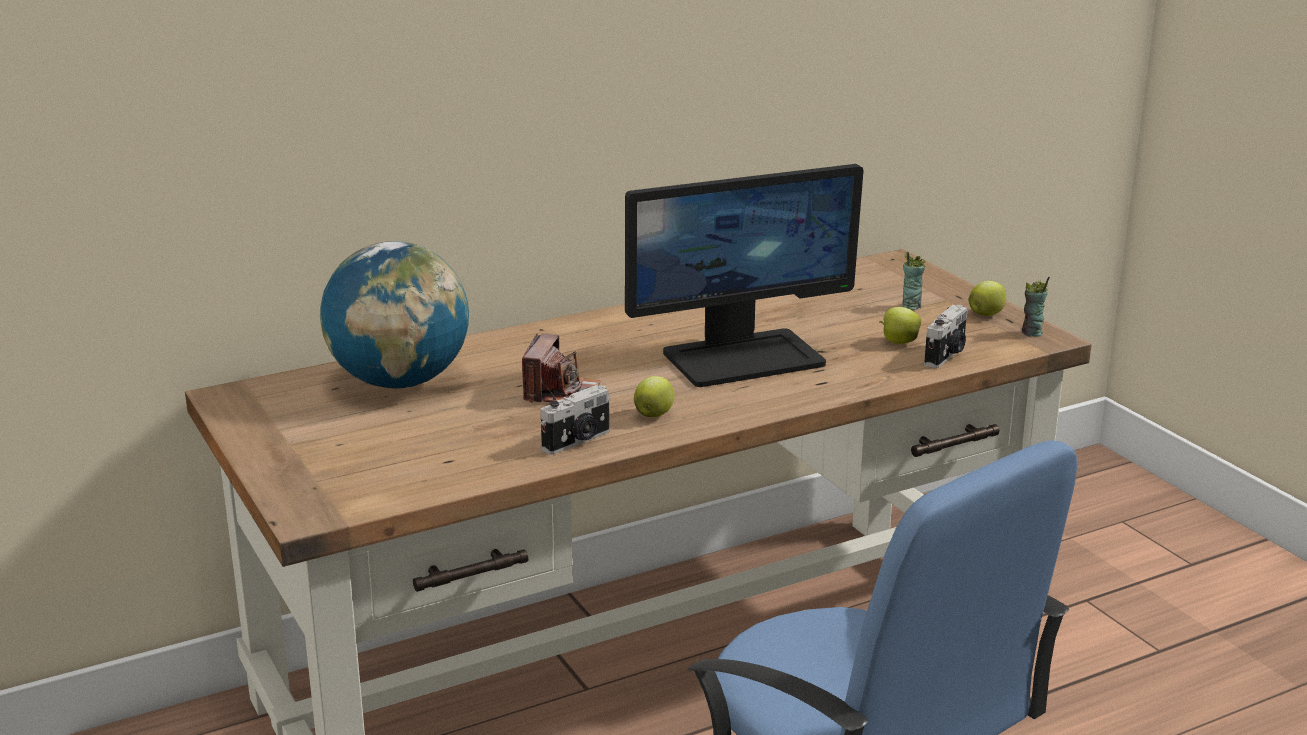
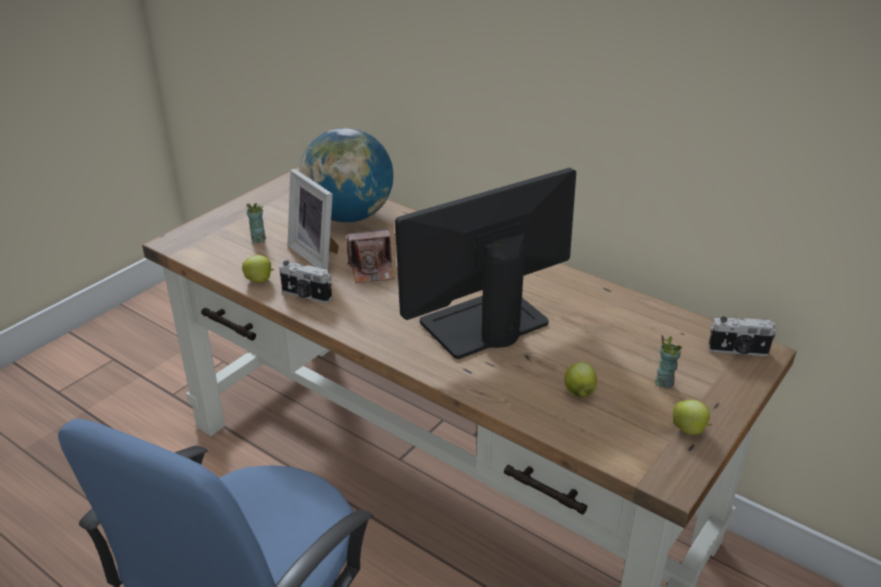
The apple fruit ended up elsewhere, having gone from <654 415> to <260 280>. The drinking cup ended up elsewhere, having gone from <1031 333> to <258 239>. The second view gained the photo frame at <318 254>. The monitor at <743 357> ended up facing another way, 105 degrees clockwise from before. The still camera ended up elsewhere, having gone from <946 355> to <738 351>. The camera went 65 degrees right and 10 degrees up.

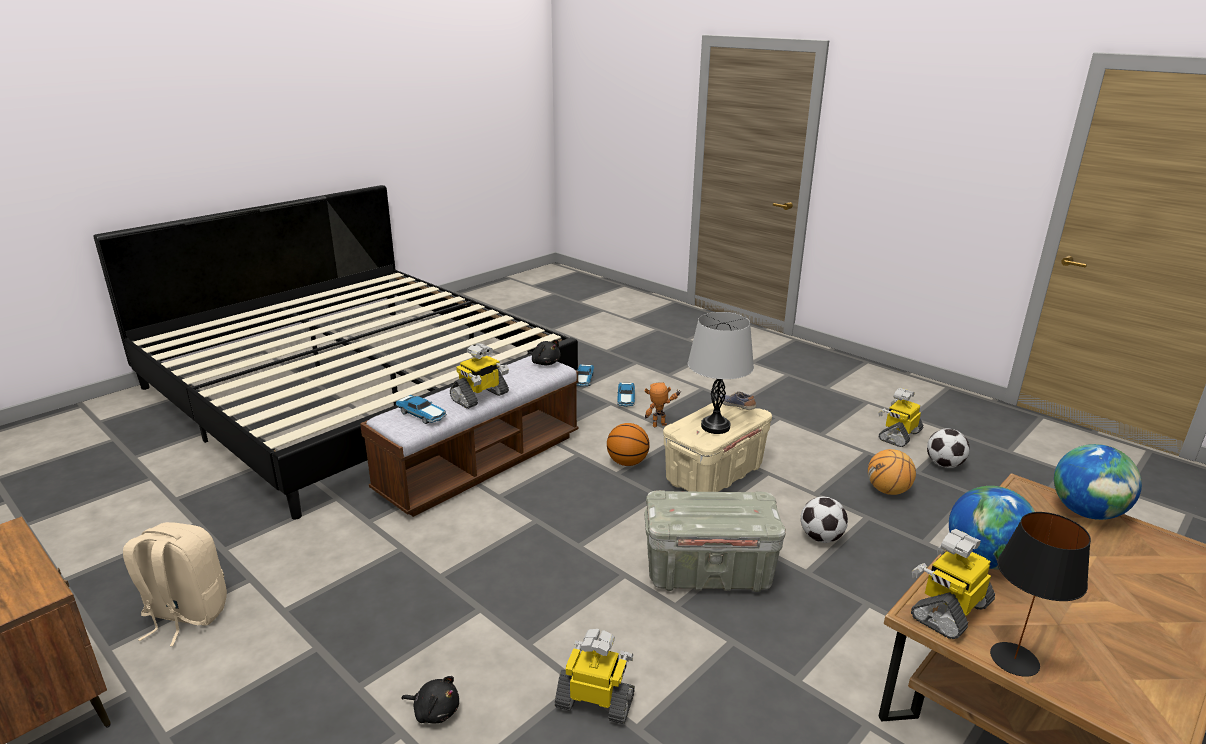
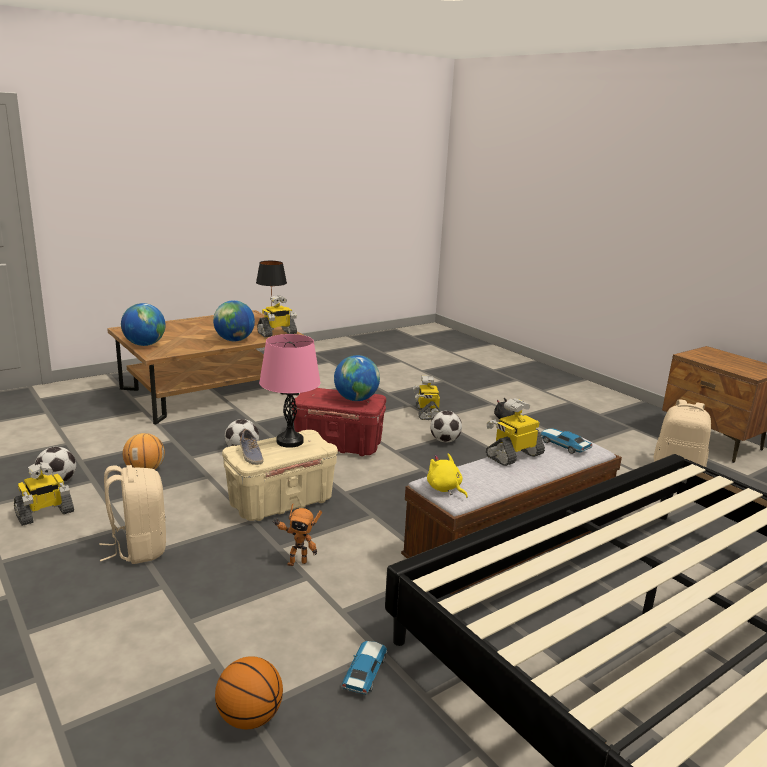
The second view gained the beige knapsack at <138 548>. The ball for basketball ended up elsewhere, having gone from <627 462> to <249 718>. What was the gray tabletop lamp at <715 426> turned into the pink tabletop lamp at <290 441>. What was the gray storage box at <709 572> turned into the reddish storage box at <337 445>. The second view gained the desk globe at <356 399>. The model robot at <596 701> ended up facing another way, 60 degrees clockwise from before. What was the black-coloured plush toy at <545 363> turned into the yellow-coloured plush toy at <445 489>. The second view gained the football at <444 440>. The second view lost the model car at <626 399>. The camera went 170 degrees left and 5 degrees down.

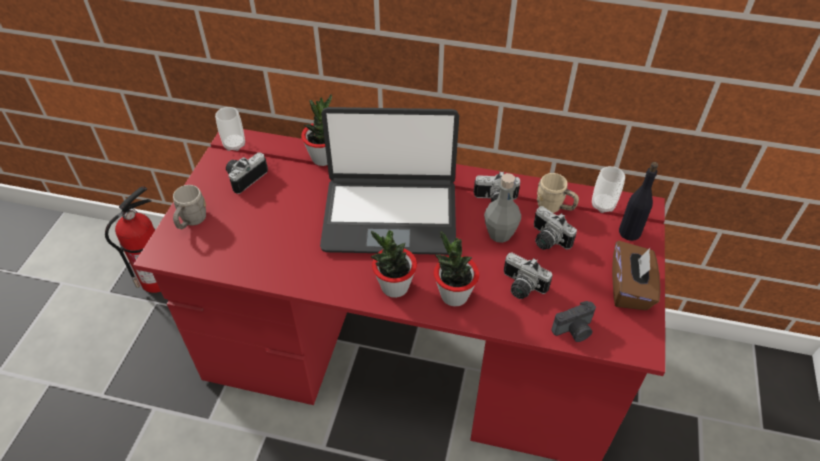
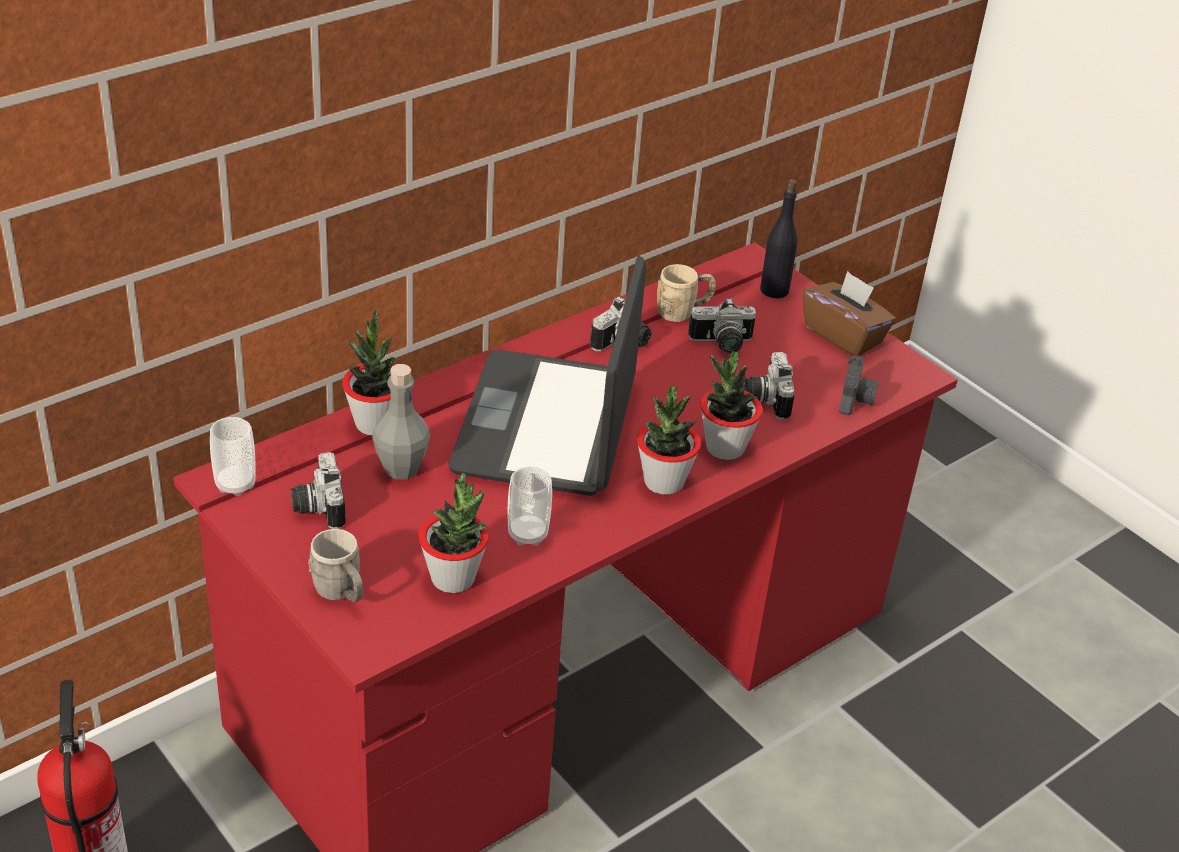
The gray beverage bottle ended up elsewhere, having gone from <500 234> to <401 468>. The second view gained the plant in a pot at <453 578>. The portable computer at <390 215> ended up facing another way, 150 degrees clockwise from before. The drinking cup ended up elsewhere, having gone from <603 205> to <527 534>. The still camera at <521 287> ended up facing another way, 105 degrees clockwise from before. The camera went 55 degrees left and 10 degrees down.

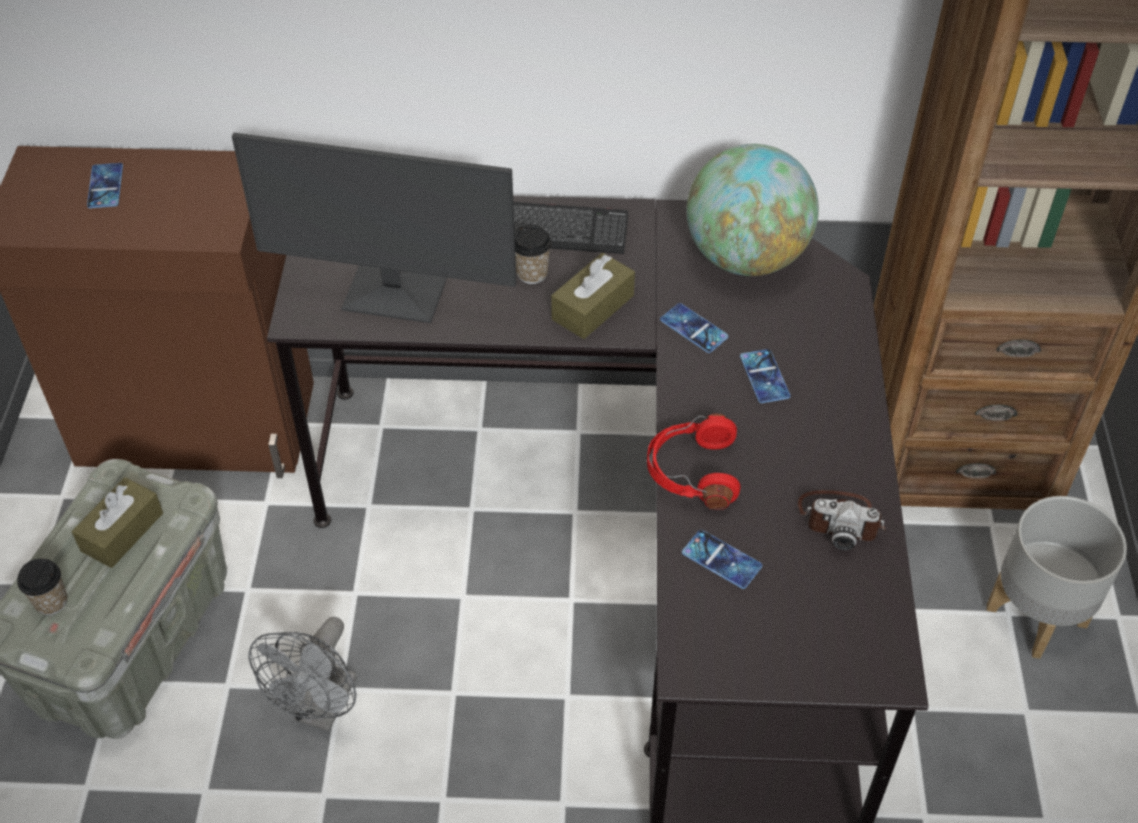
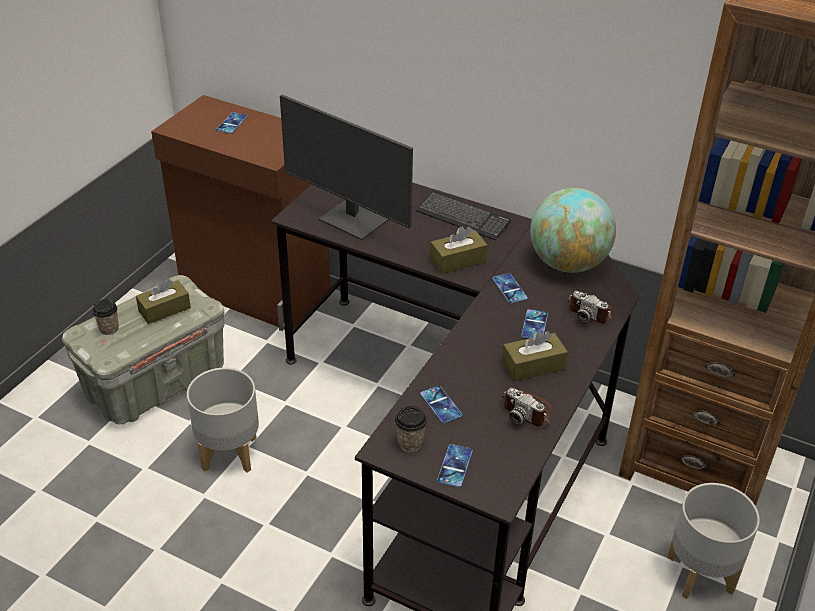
Where the gray fan stood at <322 709>, the gray planter came to stand at <230 453>. The drinking cup ended up elsewhere, having gone from <532 273> to <410 443>. The second view gained the handset at <455 466>. The second view gained the brown-coloured tissue box at <533 366>. The second view gained the still camera at <590 311>. The second view lost the reddish headphones at <692 472>. The camera went 25 degrees right and 10 degrees down.

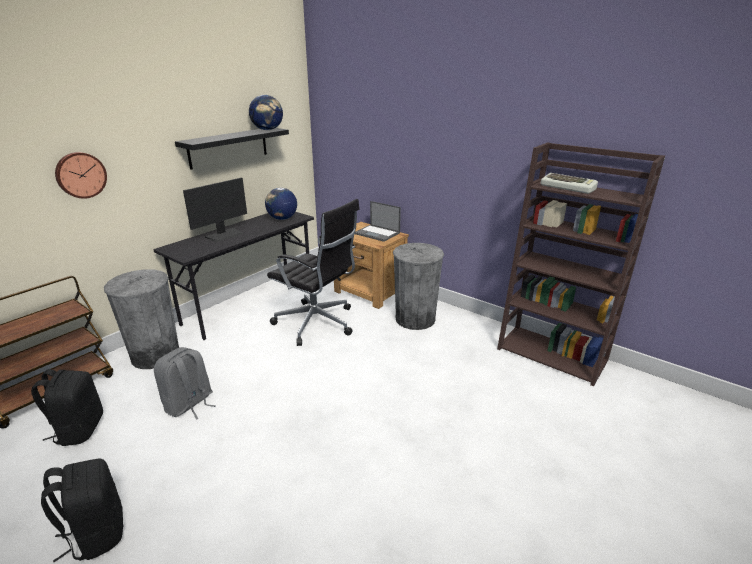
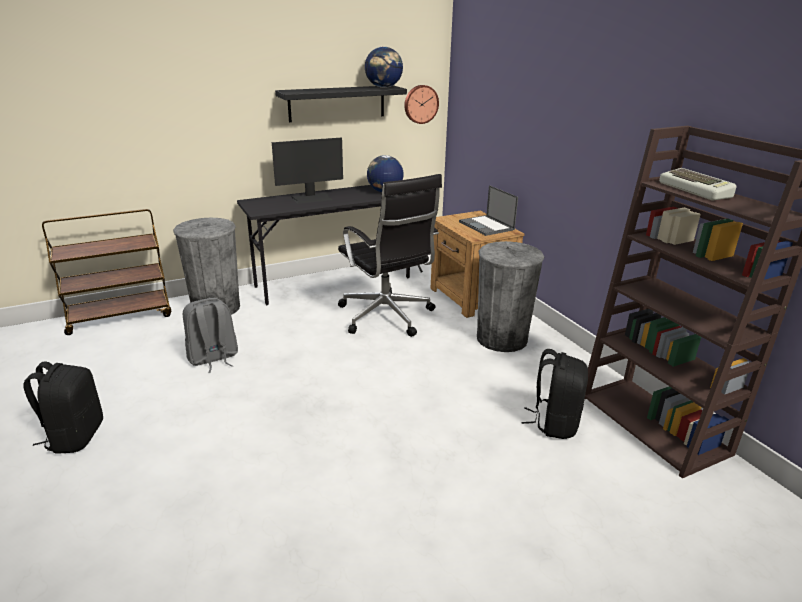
The hanging clock ended up elsewhere, having gone from <80 175> to <420 104>. The black-coloured knapsack ended up elsewhere, having gone from <79 429> to <554 423>. The camera went 25 degrees right and 0 degrees up.

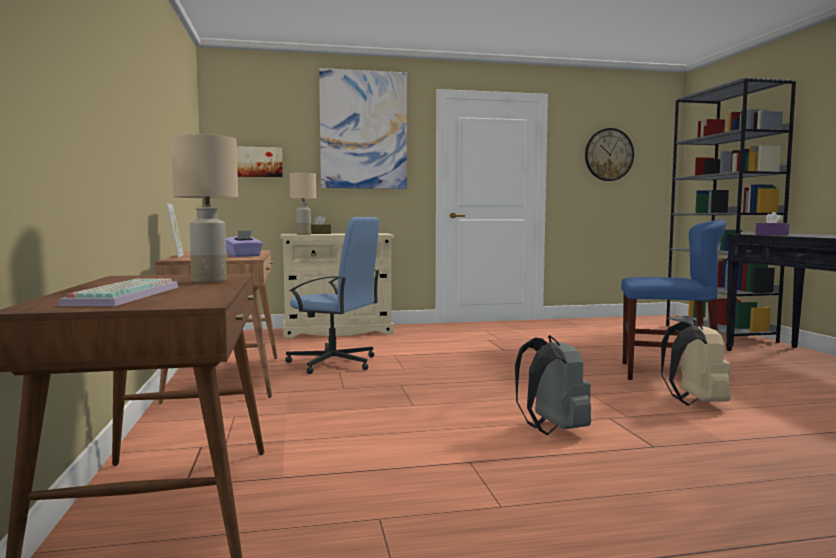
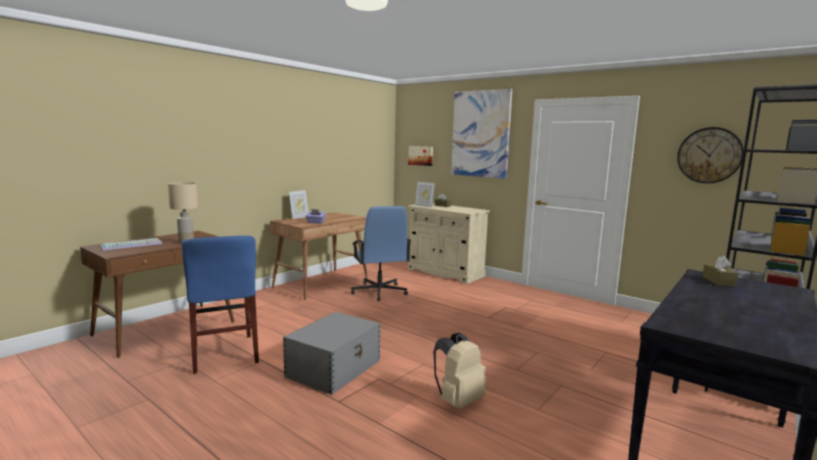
The bluish upright chair ended up elsewhere, having gone from <667 373> to <224 353>. Where the gray knapsack stood at <553 429>, the gray storage box came to stand at <335 368>. Where the beige tabletop lamp stood at <304 234>, the photo frame came to stand at <424 206>. What was the purple-coloured tissue box at <771 234> turned into the brown-coloured tissue box at <718 281>. The camera went 50 degrees right and 5 degrees up.

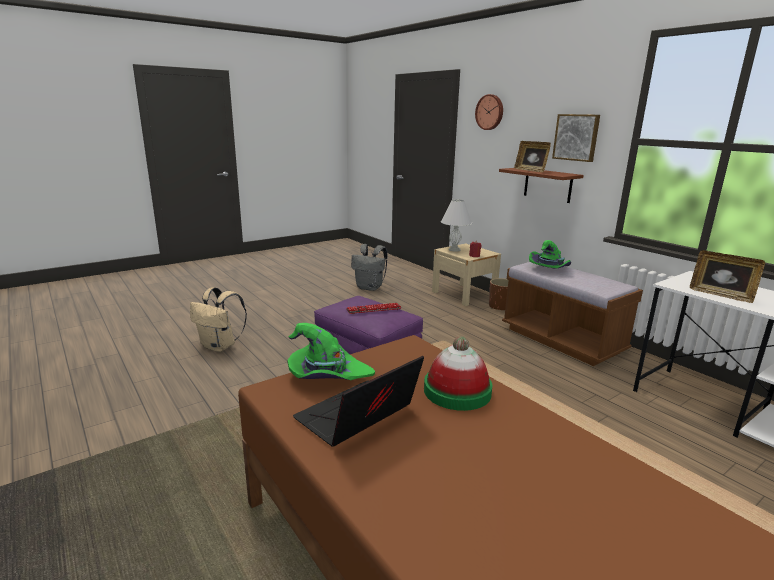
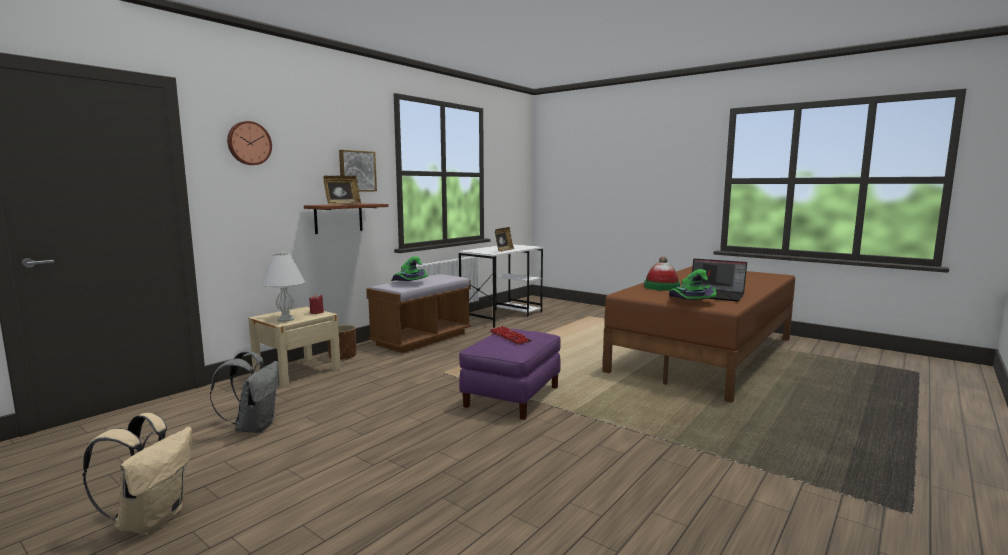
The beige knapsack ended up elsewhere, having gone from <220 346> to <151 520>. The camera went 105 degrees left and 10 degrees down.

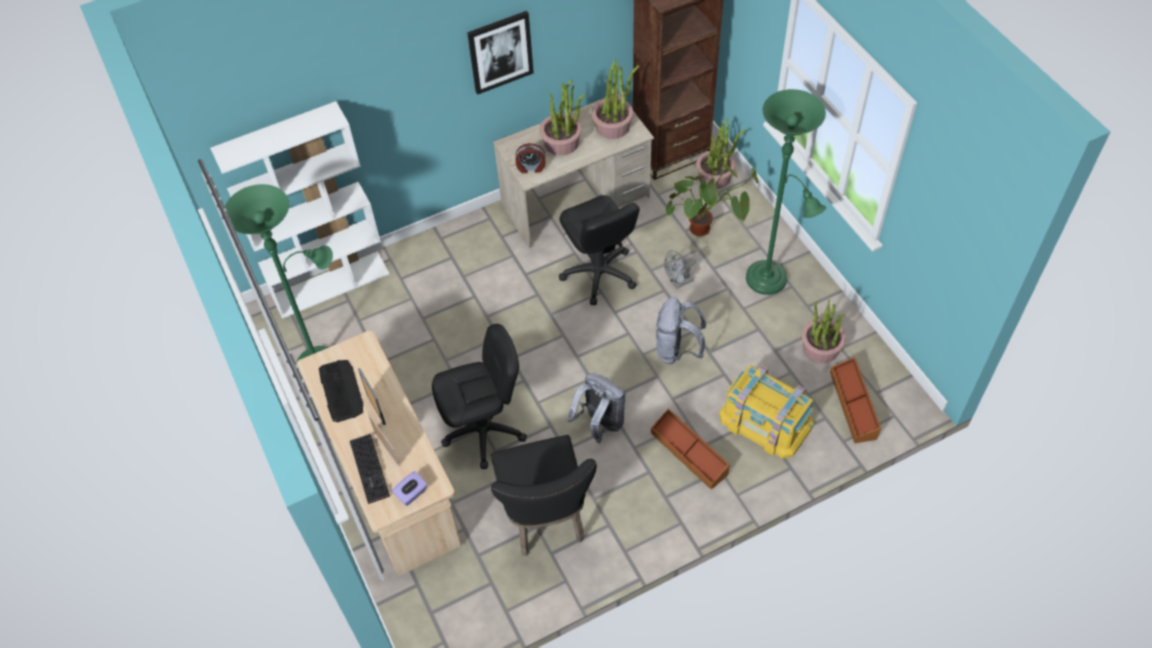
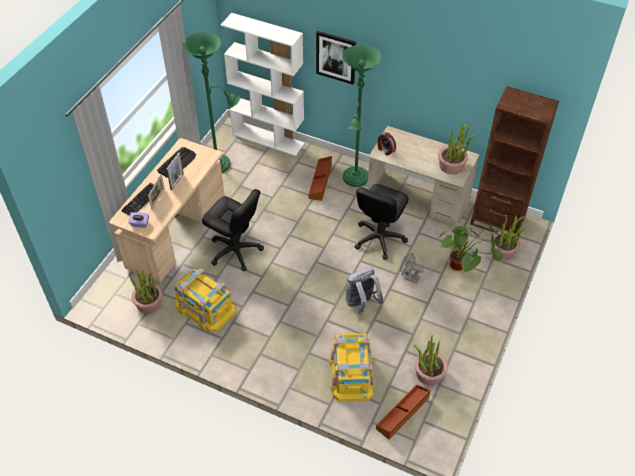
The plant in a pot ended up elsewhere, having gone from <562 142> to <149 303>. Where the black-coloured upright chair stood at <545 517>, the yellow-coloured storage box came to stand at <205 307>. The brown-coloured storage box ended up elsewhere, having gone from <689 453> to <321 181>. The wall picture ended up elsewhere, having gone from <500 52> to <336 57>. The green standing lamp ended up elsewhere, having gone from <770 281> to <355 180>. The second view lost the gray knapsack at <600 424>. The camera went 50 degrees right and 5 degrees down.

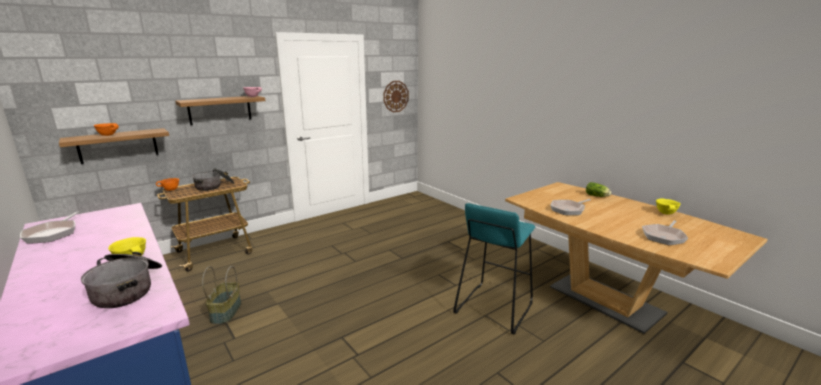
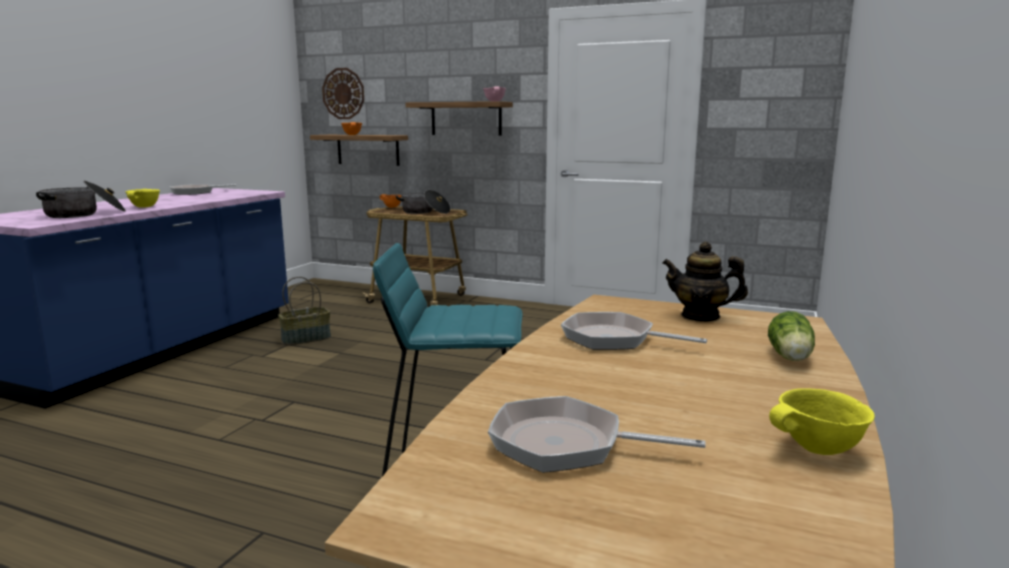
The hanging clock ended up elsewhere, having gone from <395 96> to <343 93>. The second view gained the teapot at <700 316>. The camera went 60 degrees right and 5 degrees down.

